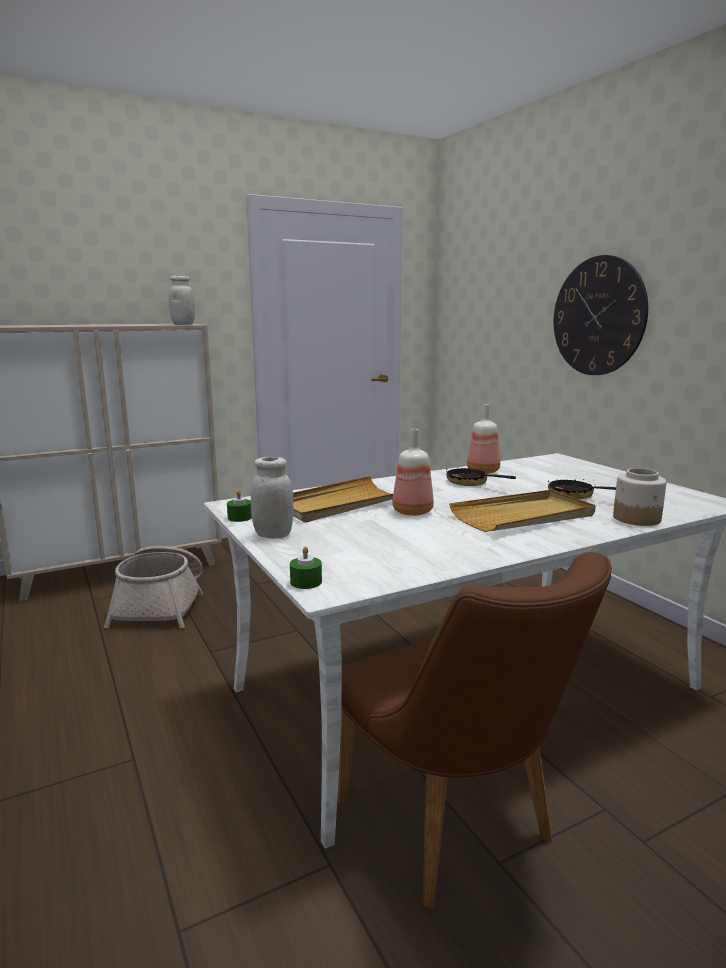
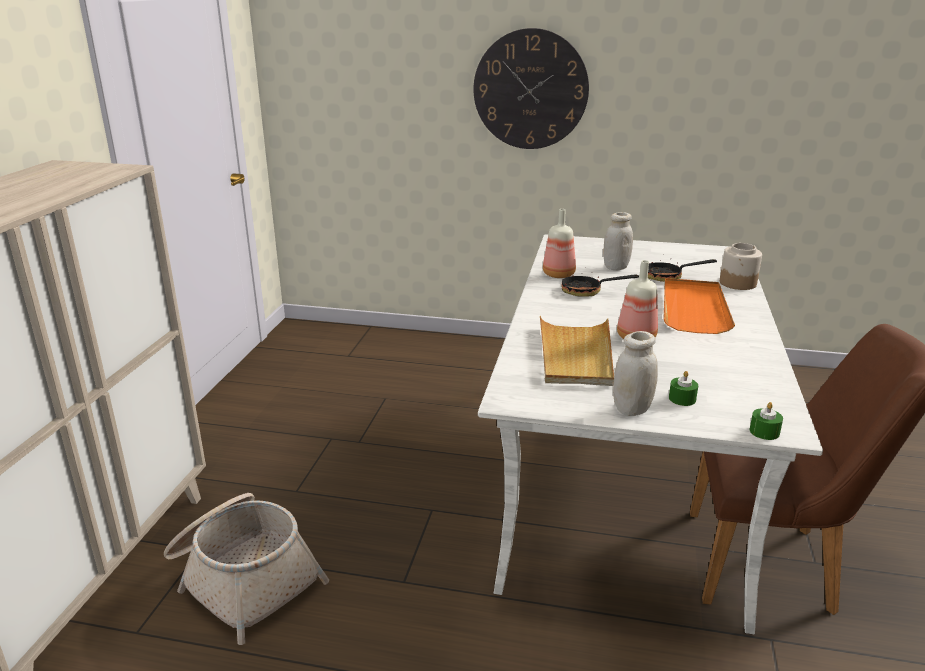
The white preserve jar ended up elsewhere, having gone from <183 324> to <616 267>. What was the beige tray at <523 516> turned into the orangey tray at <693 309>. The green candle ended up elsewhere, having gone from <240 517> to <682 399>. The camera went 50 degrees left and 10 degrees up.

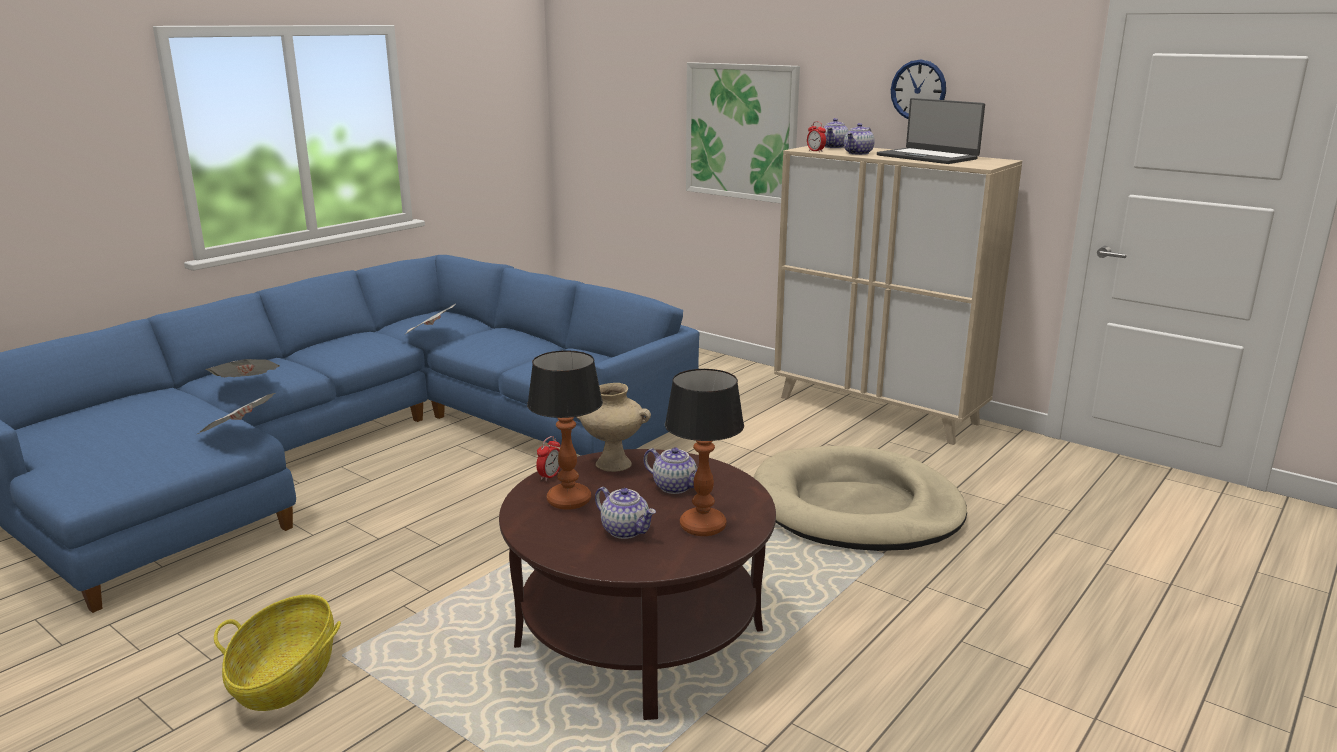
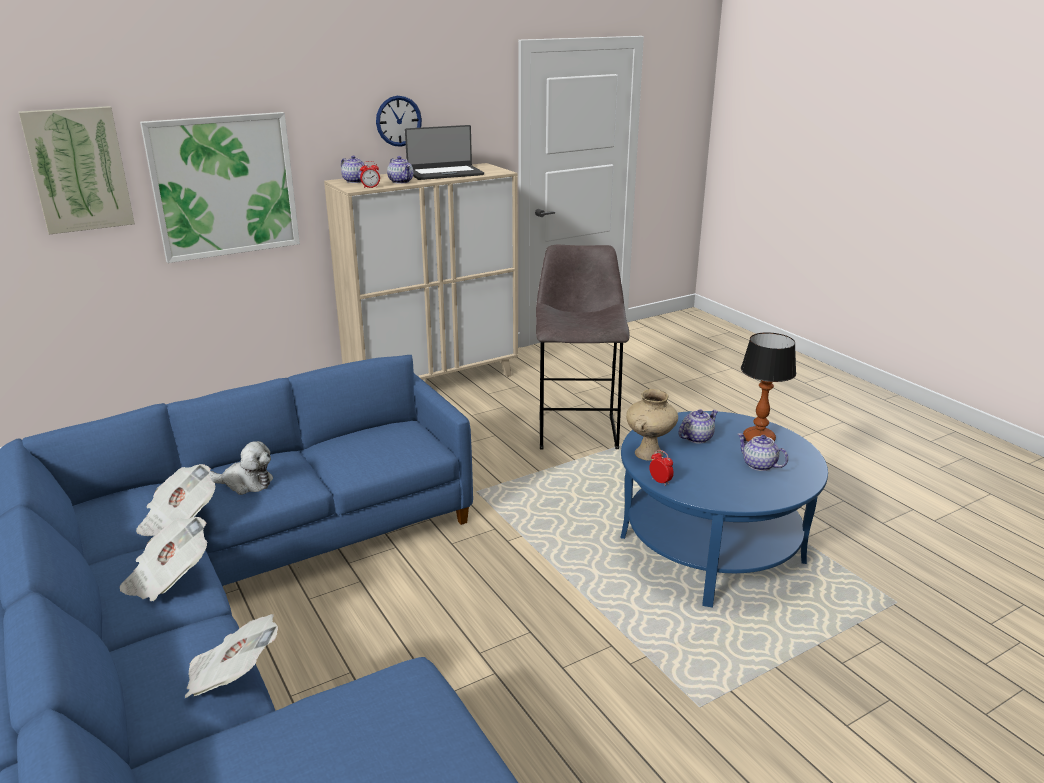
The second view gained the wall picture at <79 170>. The daily paper ended up elsewhere, having gone from <239 432> to <168 578>. The second view gained the plush toy at <245 483>. Where the beige dog cushion stood at <856 507>, the gray stool came to stand at <577 430>. What was the brown-coloured lounge table at <639 636> turned into the bluish lounge table at <710 549>. The teapot at <626 530> ended up facing another way, 105 degrees counterclockwise from before. The second view lost the basket at <286 678>. The second view lost the tabletop lamp at <569 501>. The camera went 70 degrees left and 5 degrees up.

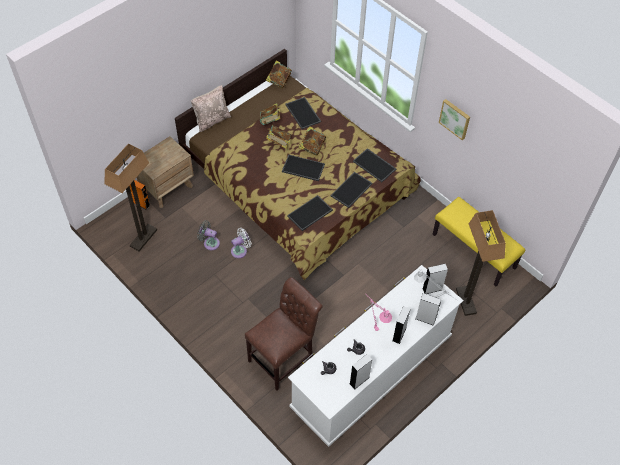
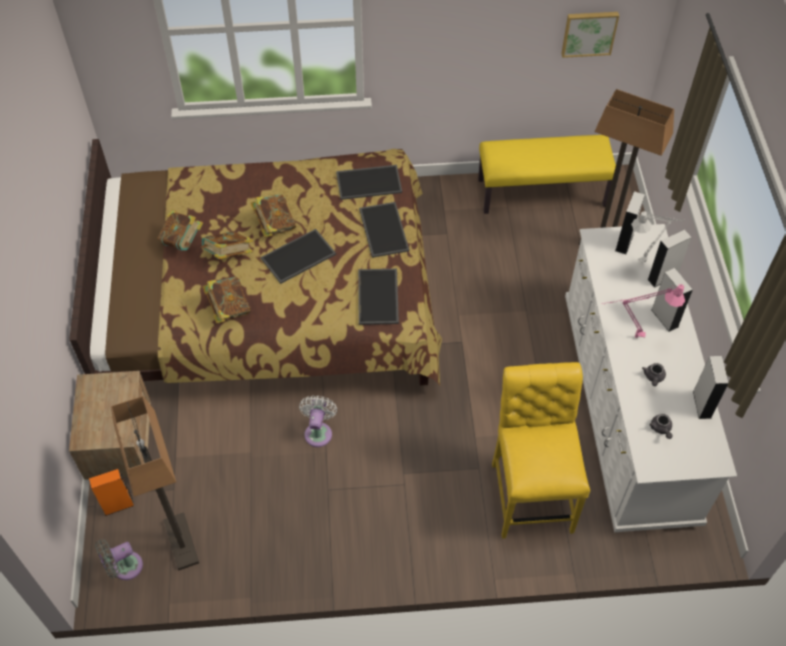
The gray fan ended up elsewhere, having gone from <210 243> to <124 567>. The book ended up elsewhere, having gone from <279 81> to <228 309>. What was the brown-coloured upright chair at <284 358> turned into the yellow-coloured upright chair at <531 491>. The wall picture ended up elsewhere, having gone from <455 118> to <589 32>. The second view lost the beige throw pillow at <212 120>. The second view lost the tray at <303 113>. The camera went 50 degrees left and 0 degrees up.

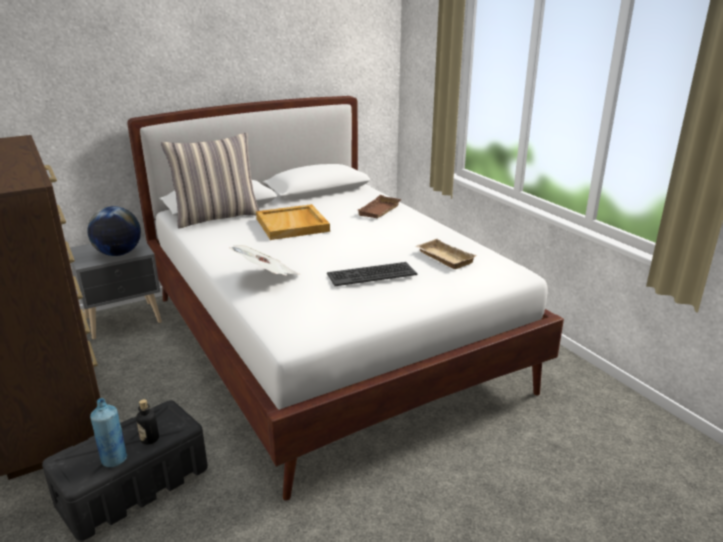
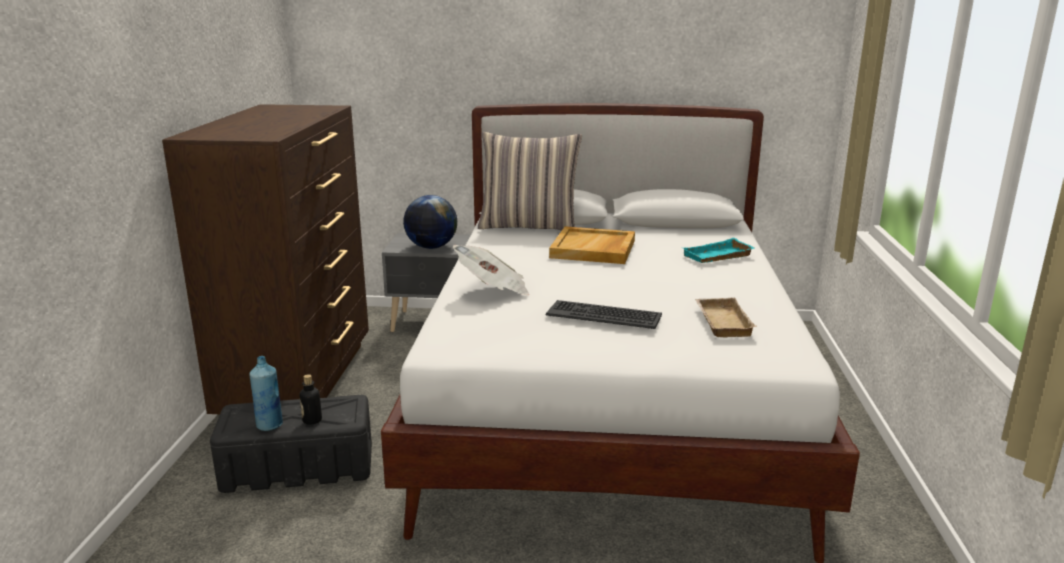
What was the brown-coloured tray at <380 211> turned into the turquoise-coloured tray at <718 257>. The camera went 35 degrees right and 5 degrees down.

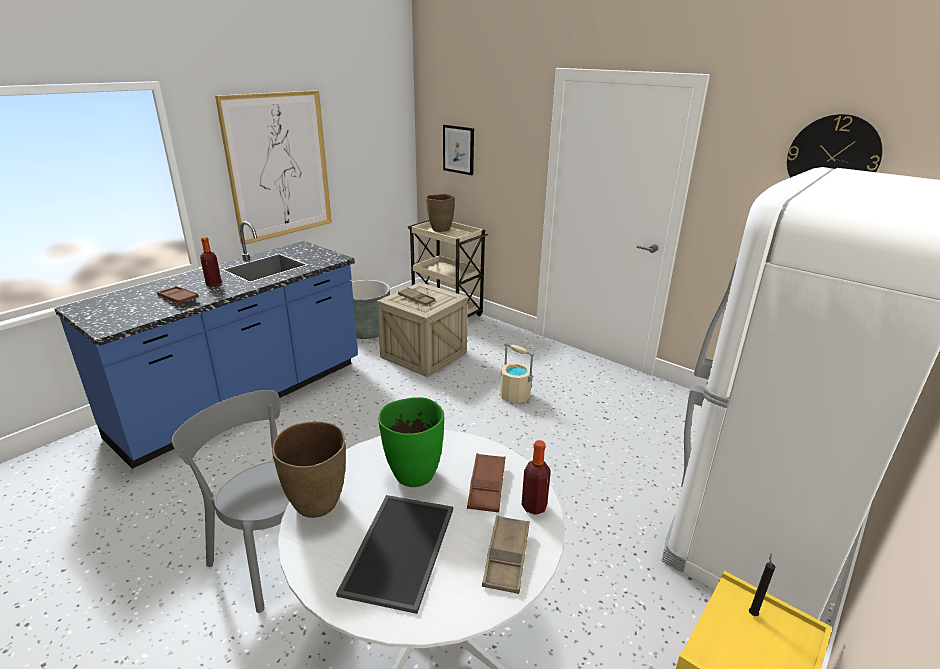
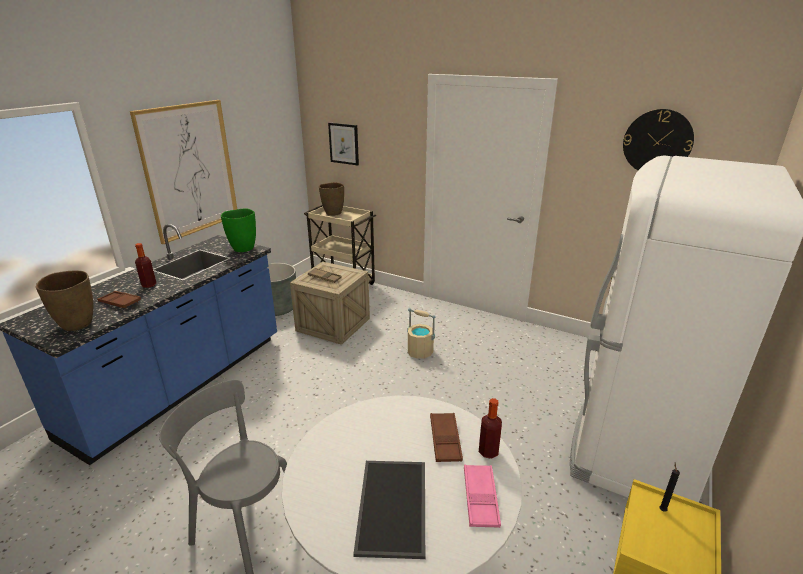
The brown-coloured flower vase ended up elsewhere, having gone from <318 504> to <78 324>. The green flower vase ended up elsewhere, having gone from <413 474> to <243 248>. What was the brown-coloured tray at <506 557> turned into the pink tray at <480 498>. The camera went 10 degrees left and 0 degrees up.

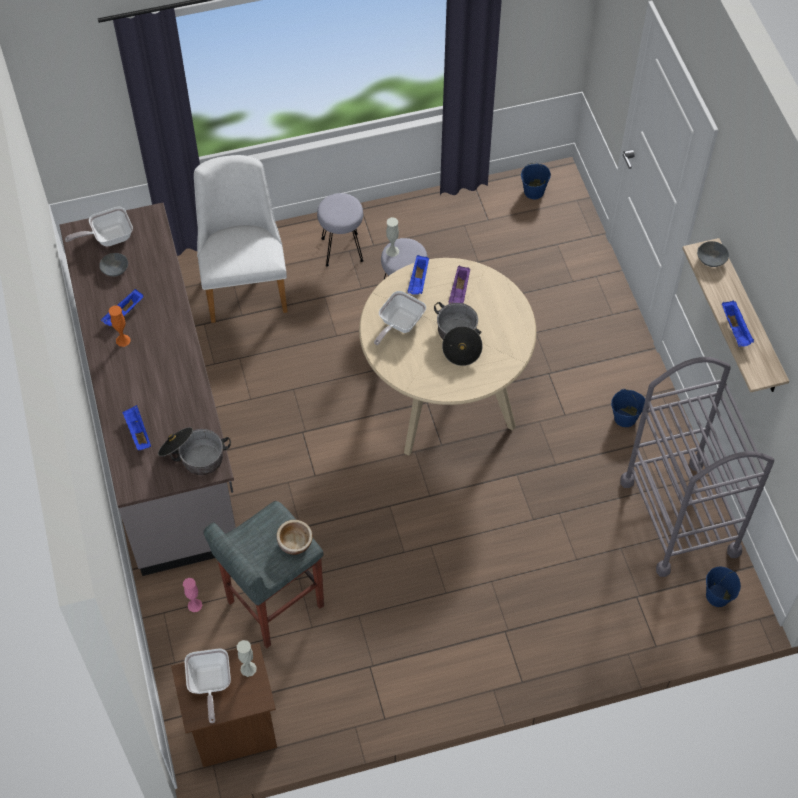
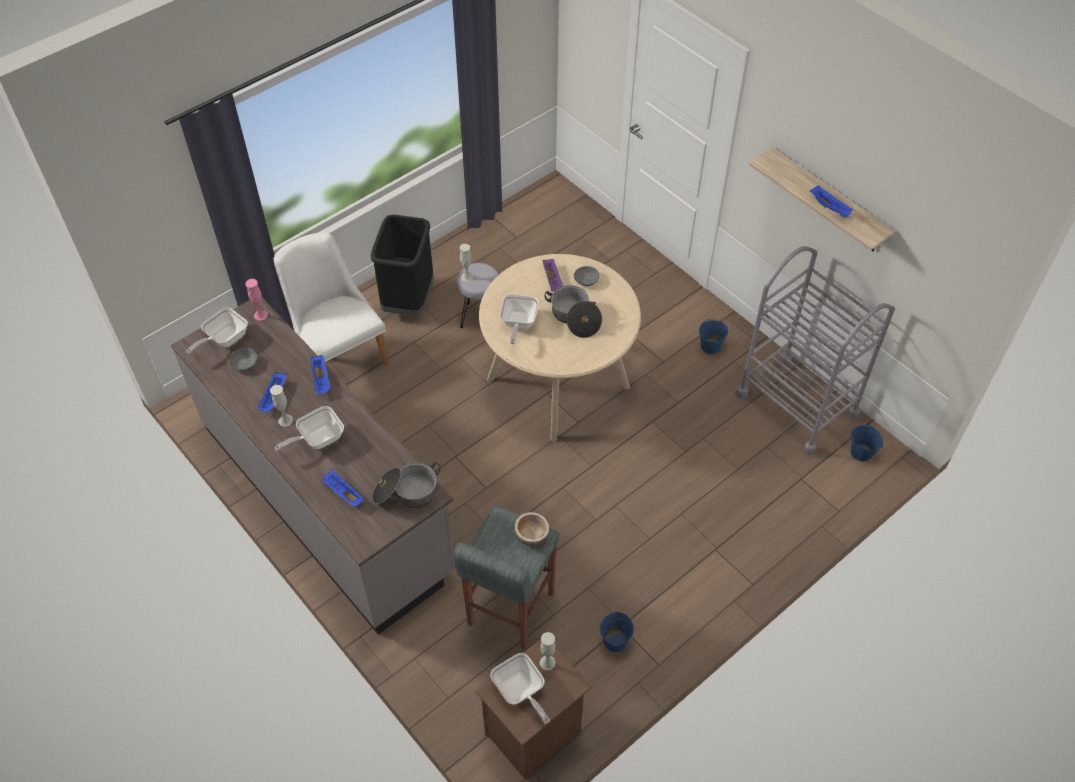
The pink flower vase ended up elsewhere, having gone from <195 605> to <260 315>. What was the orangey flower vase at <123 340> turned into the white flower vase at <285 420>. The second view gained the pan at <317 439>. The bluish tray ended up elsewhere, having gone from <418 281> to <321 380>. Where the gray stool stood at <342 250>, the black-coloured waste bin came to stand at <409 301>. The gray deep dish ended up elsewhere, having gone from <712 258> to <586 280>. The bluish water bucket ended up elsewhere, having gone from <534 191> to <615 641>. The camera went 25 degrees left and 5 degrees down.

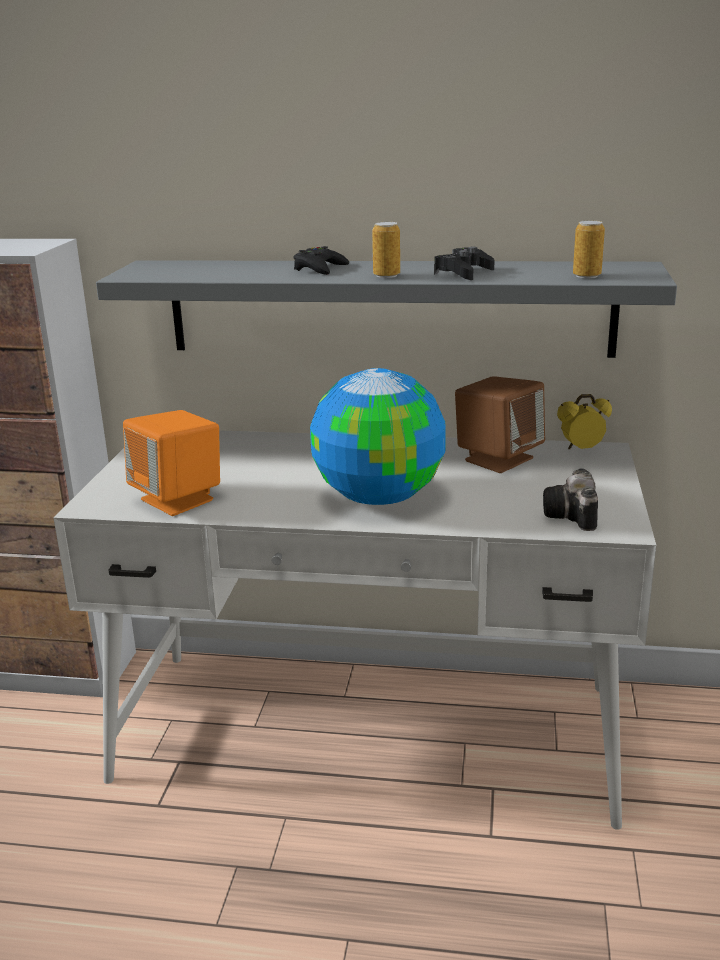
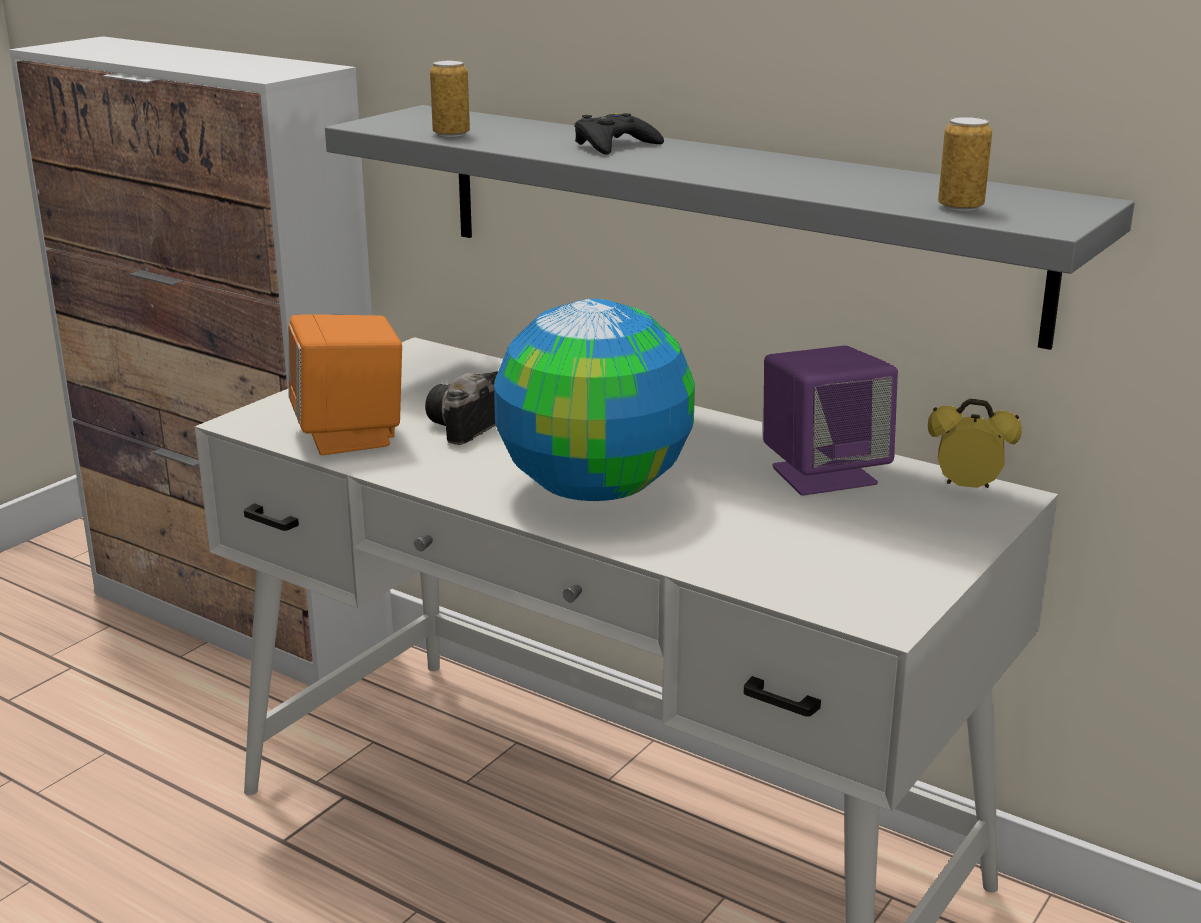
The still camera ended up elsewhere, having gone from <573 517> to <465 428>. The sealed can ended up elsewhere, having gone from <386 276> to <451 134>. What was the brown-coloured speaker at <498 459> turned into the purple-coloured speaker at <823 475>. The second view lost the black-coloured game controller at <463 273>. The camera went 25 degrees right and 0 degrees up.

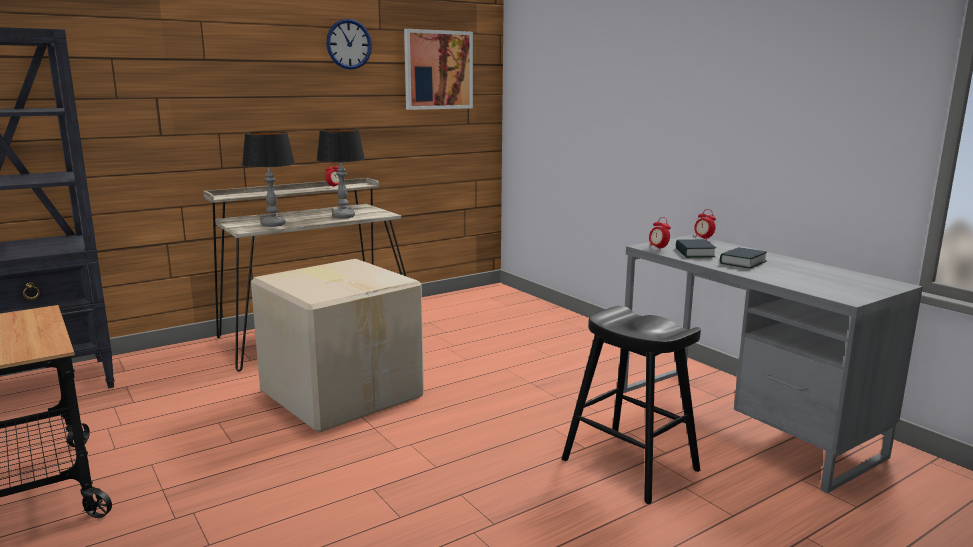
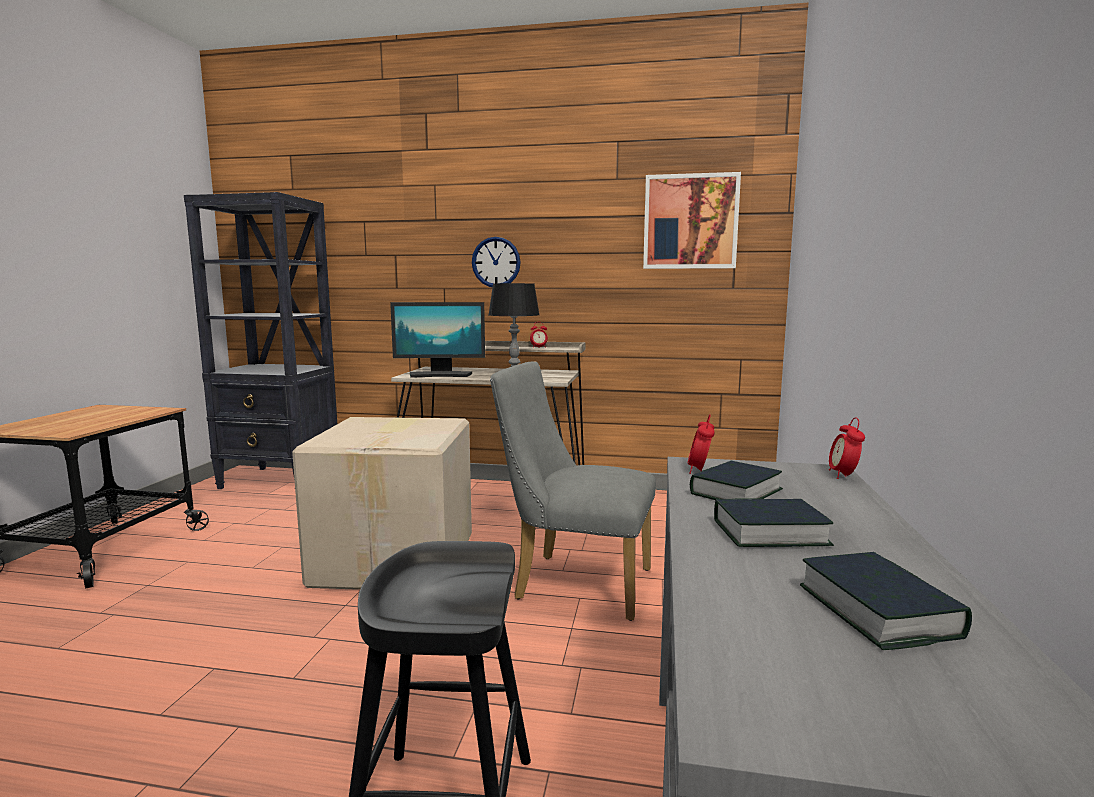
Where the tabletop lamp stood at <273 224>, the monitor came to stand at <440 375>. The hanging clock ended up elsewhere, having gone from <349 44> to <496 262>. The second view gained the gray upright chair at <573 583>. The second view gained the book at <877 611>. The camera went 45 degrees right and 5 degrees down.

